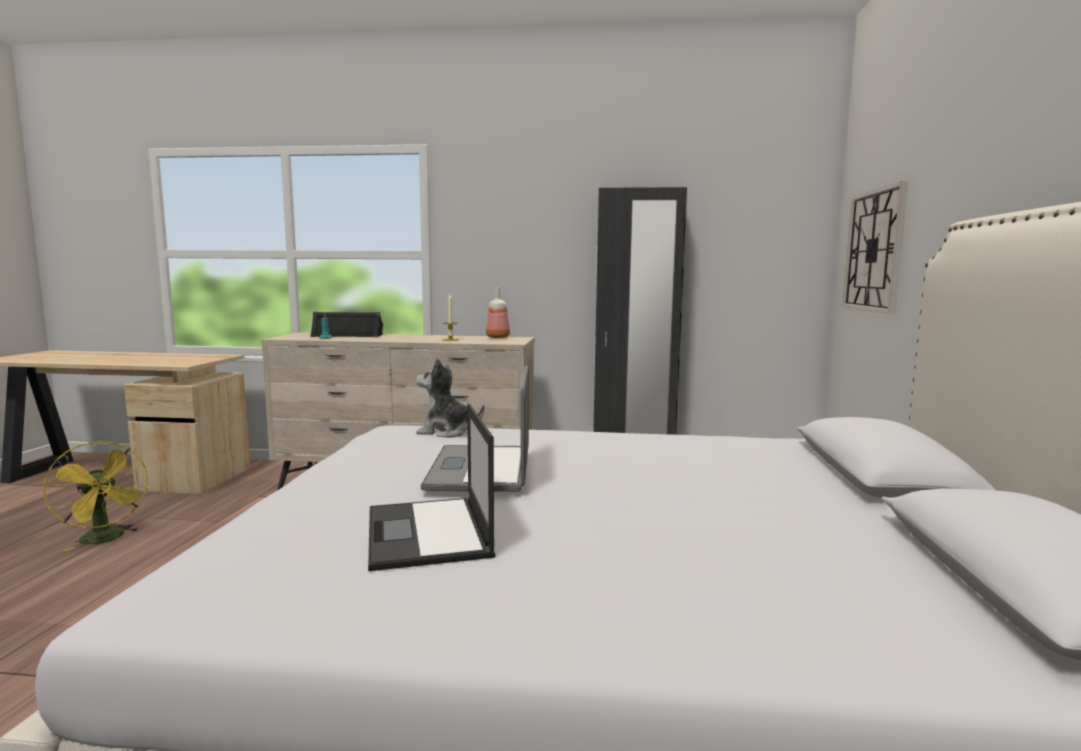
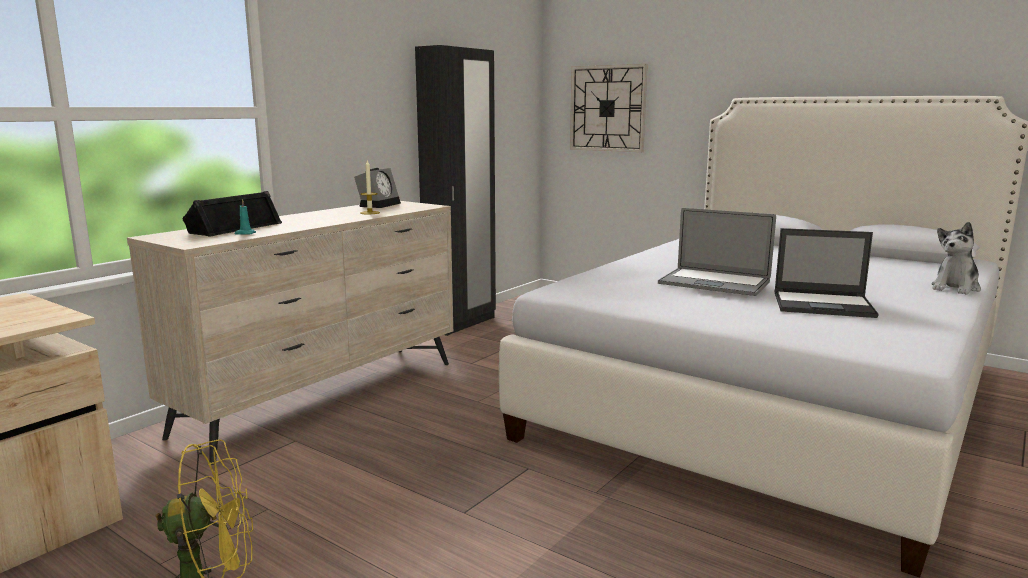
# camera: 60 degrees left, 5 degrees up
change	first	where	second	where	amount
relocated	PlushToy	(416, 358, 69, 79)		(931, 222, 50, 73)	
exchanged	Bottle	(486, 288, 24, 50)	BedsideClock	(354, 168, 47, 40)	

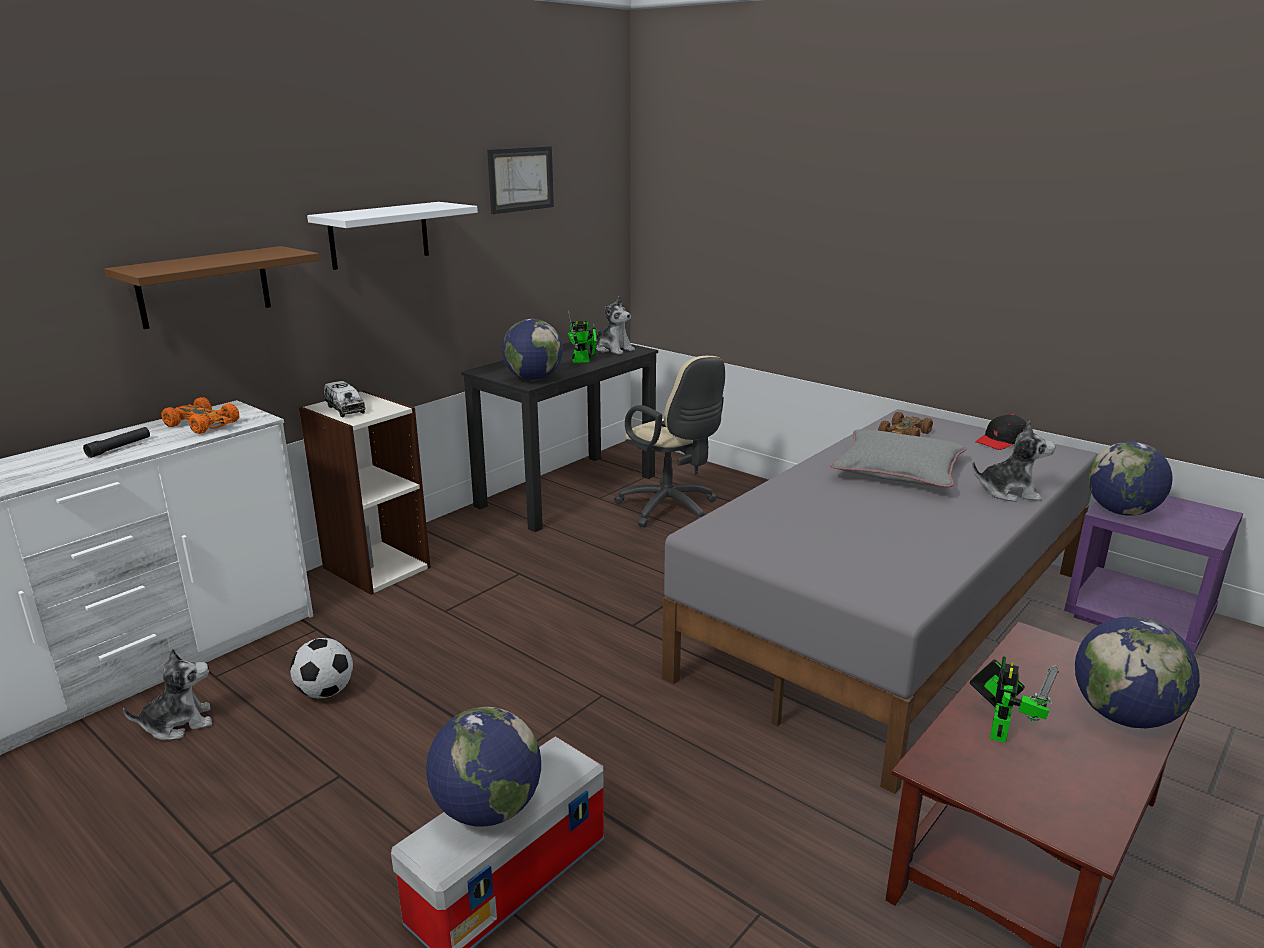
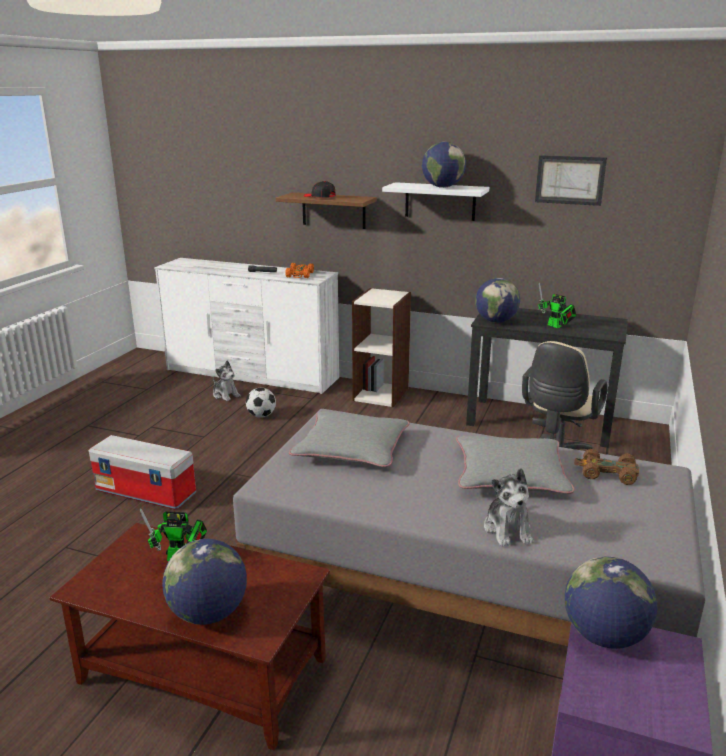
# camera: 70 degrees right, 0 degrees up
change	first	where	second	where	amount
missing	ToyTruck	(324, 381, 41, 36)			
relocated	DeskGlobe	(426, 707, 115, 120)		(422, 142, 44, 46)	
missing	PlushToy	(593, 296, 42, 58)			
relocated	BlackishCap	(976, 414, 51, 36)		(304, 181, 32, 17)	
appeared			GreyishCushion	(289, 411, 121, 56)	

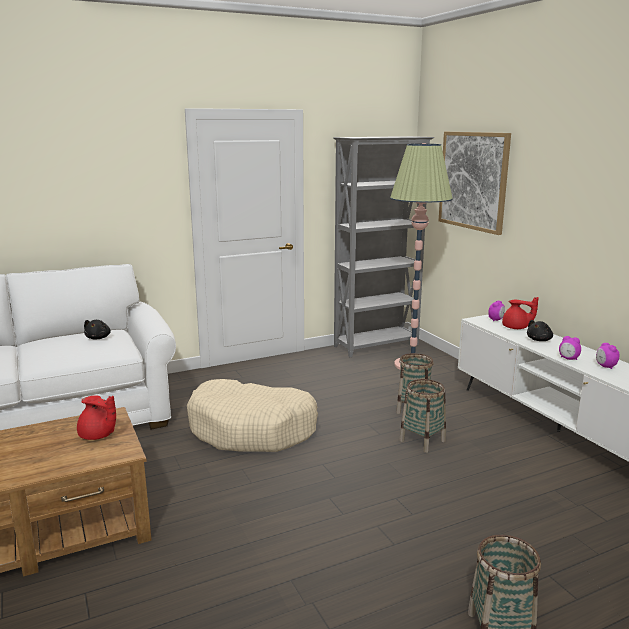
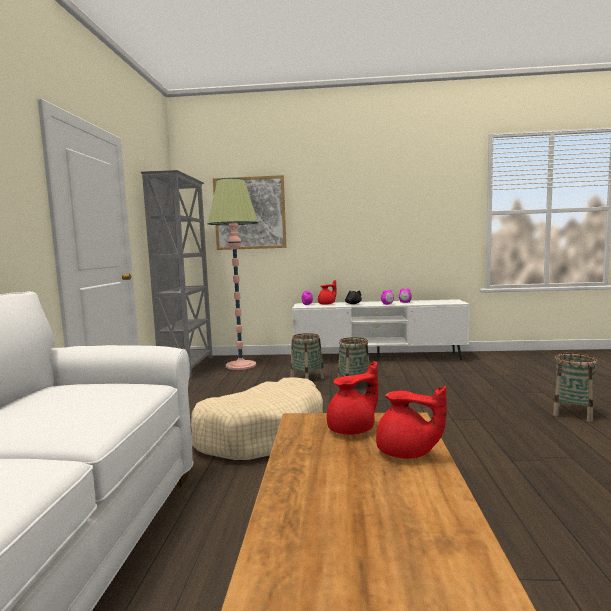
# camera: 60 degrees left, 10 degrees down
change	first	where	second	where	amount
missing	BlackishPlushToy	(84, 320, 27, 20)			
appeared			RedTeapot	(376, 386, 71, 73)	

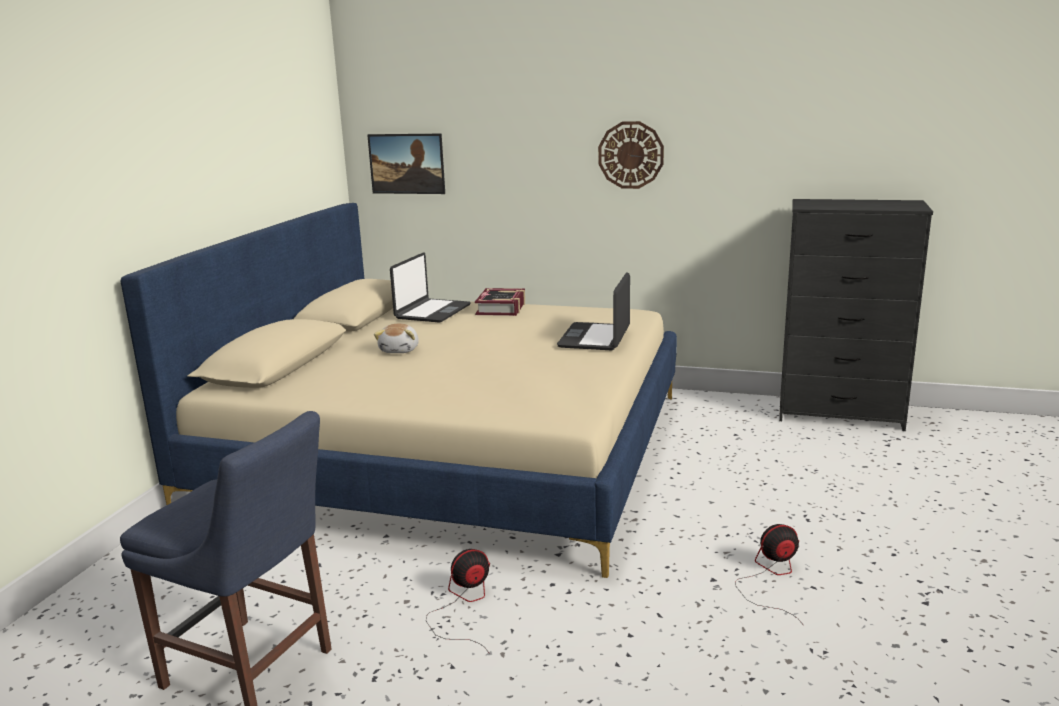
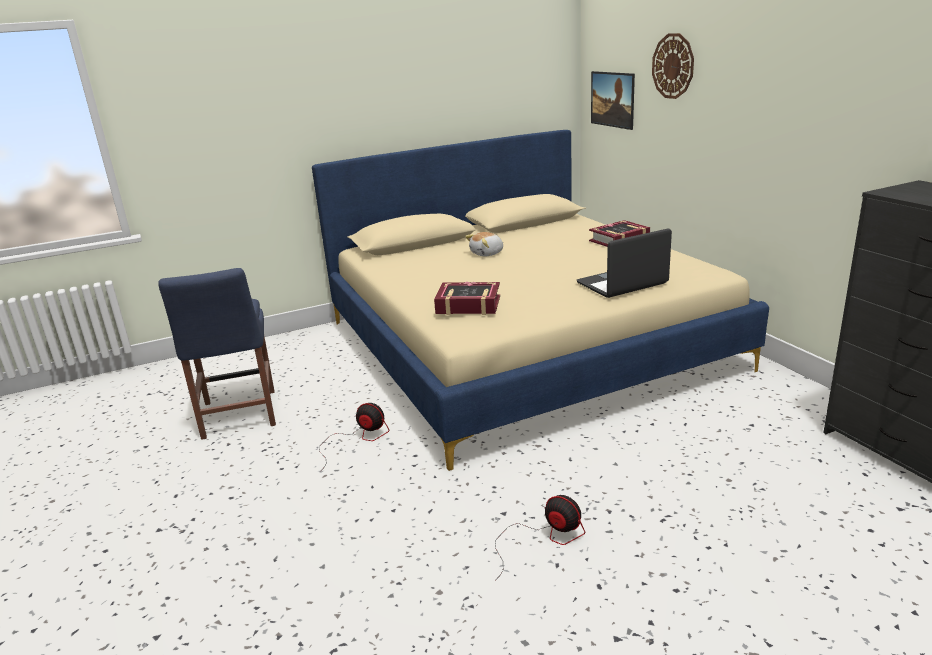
# camera: 50 degrees right, 5 degrees up
change	first	where	second	where	amount
missing	Laptop	(390, 252, 81, 71)			
relocated	HangingClock	(598, 121, 66, 68)		(652, 33, 42, 66)	
appeared			Book	(434, 282, 66, 33)	

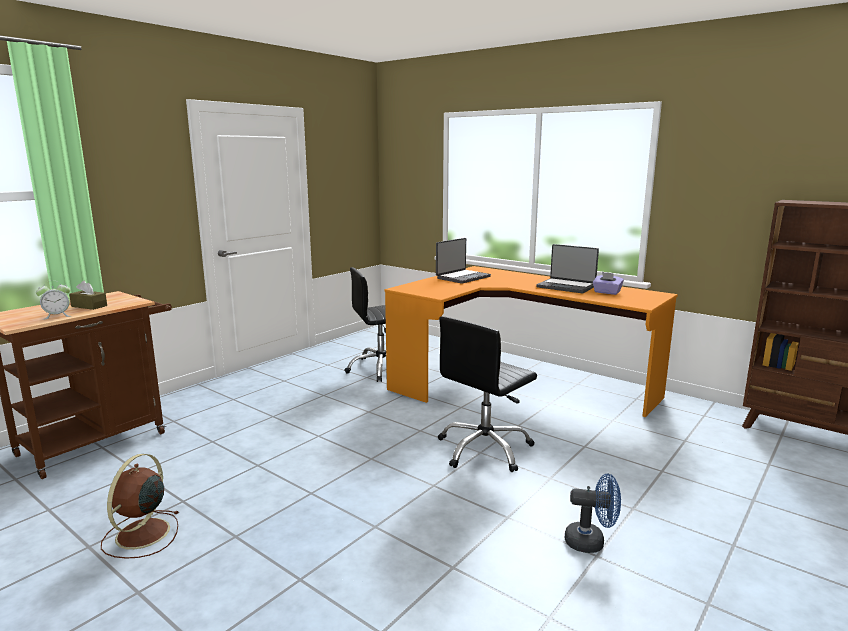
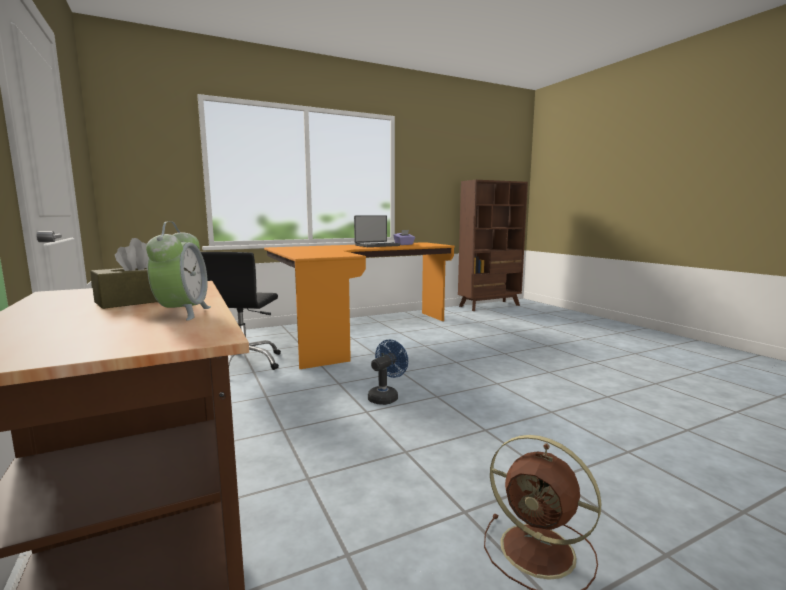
# camera: 65 degrees left, 5 degrees down
change	first	where	second	where	amount
missing	Laptop	(436, 238, 55, 46)			
missing	BlackishComputerChair	(438, 316, 99, 156)			
relocated	BlueColouredCoolingFan	(565, 474, 56, 79)		(368, 340, 40, 65)	

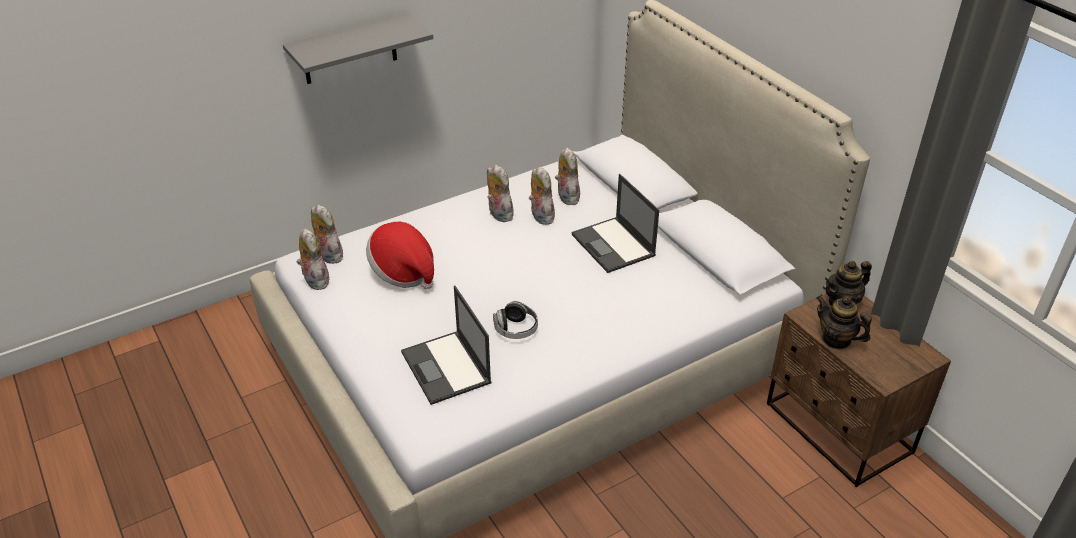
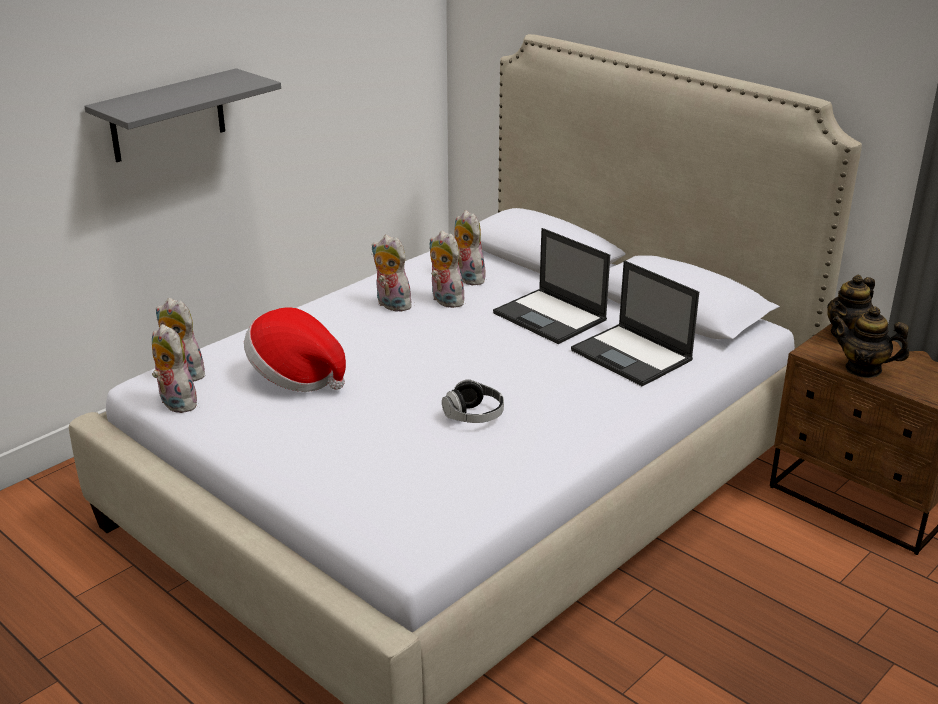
# camera: 15 degrees left, 10 degrees down
change	first	where	second	where	amount
relocated	Laptop	(401, 285, 91, 120)		(571, 260, 128, 126)	

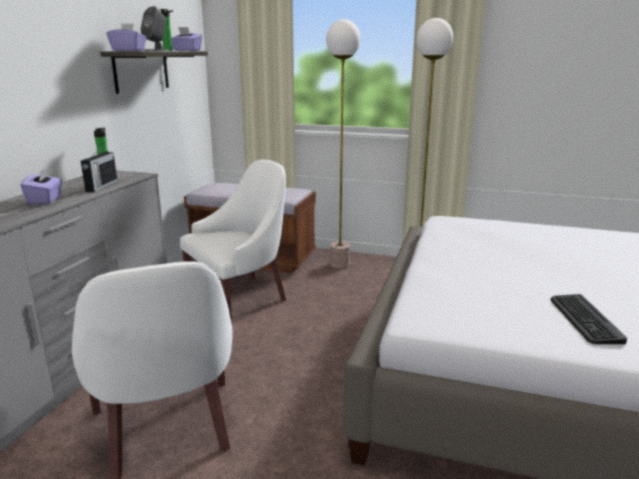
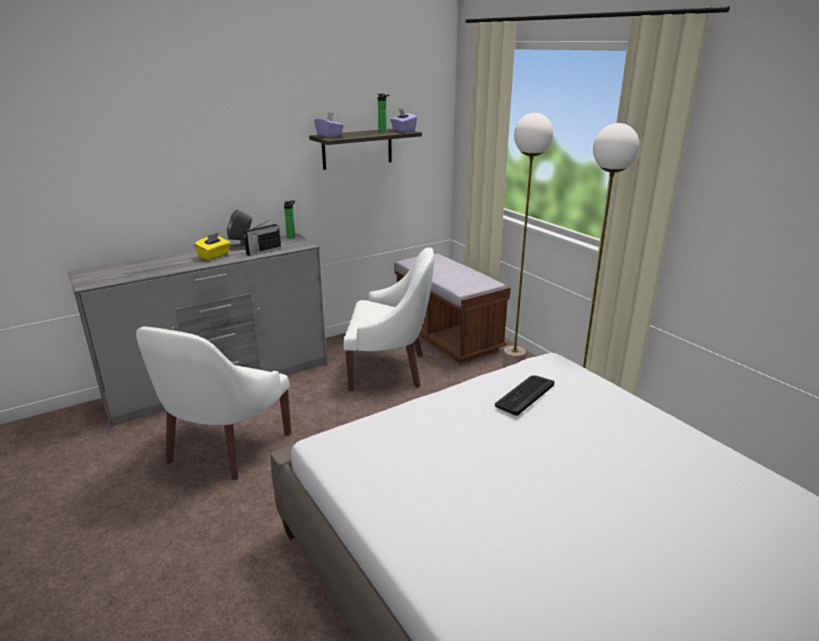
# camera: 40 degrees right, 5 degrees up
change	first	where	second	where	amount
colour	PurplishTissueHolder	(21, 167, 41, 38)	YellowishTissueHolder	(194, 233, 36, 27)	
relocated	GreyishLoudspeaker	(141, 6, 29, 45)		(227, 210, 25, 41)	
relocated	Keyboard	(550, 294, 77, 50)		(495, 375, 59, 41)	

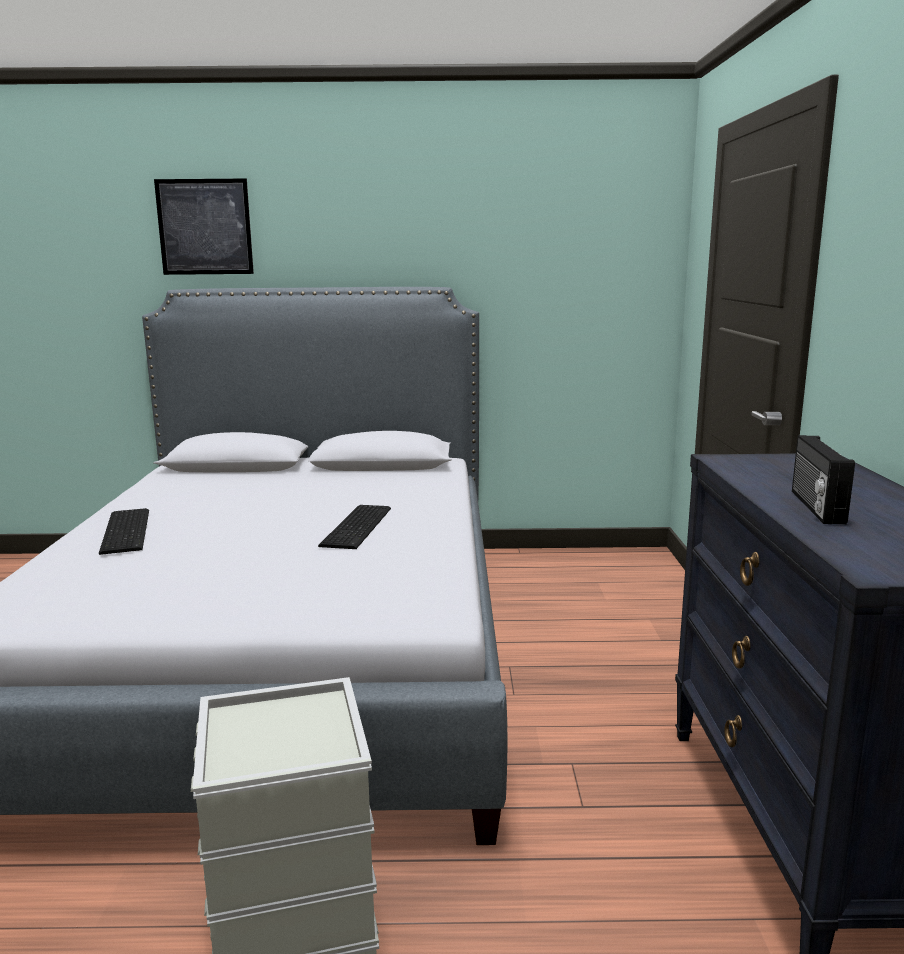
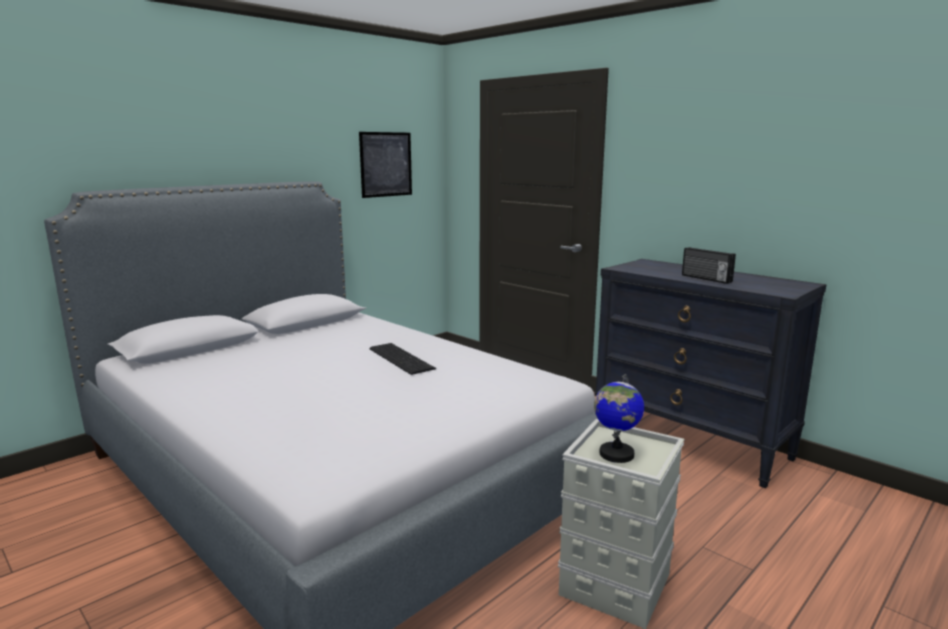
# camera: 45 degrees left, 0 degrees up
change	first	where	second	where	amount
missing	Keyboard	(99, 508, 50, 47)			
relocated	Picture	(154, 179, 100, 96)		(359, 132, 53, 66)	
appeared			DeskGlobe	(594, 374, 50, 89)	

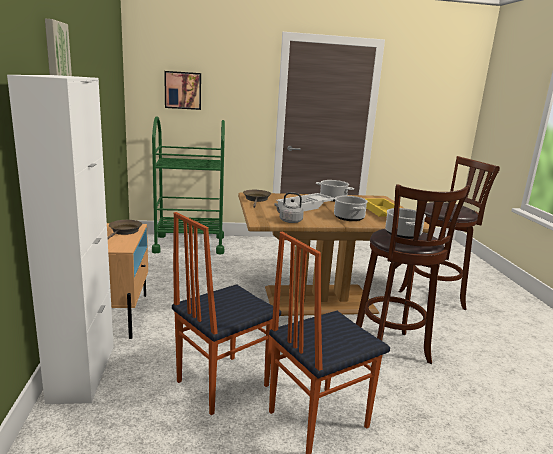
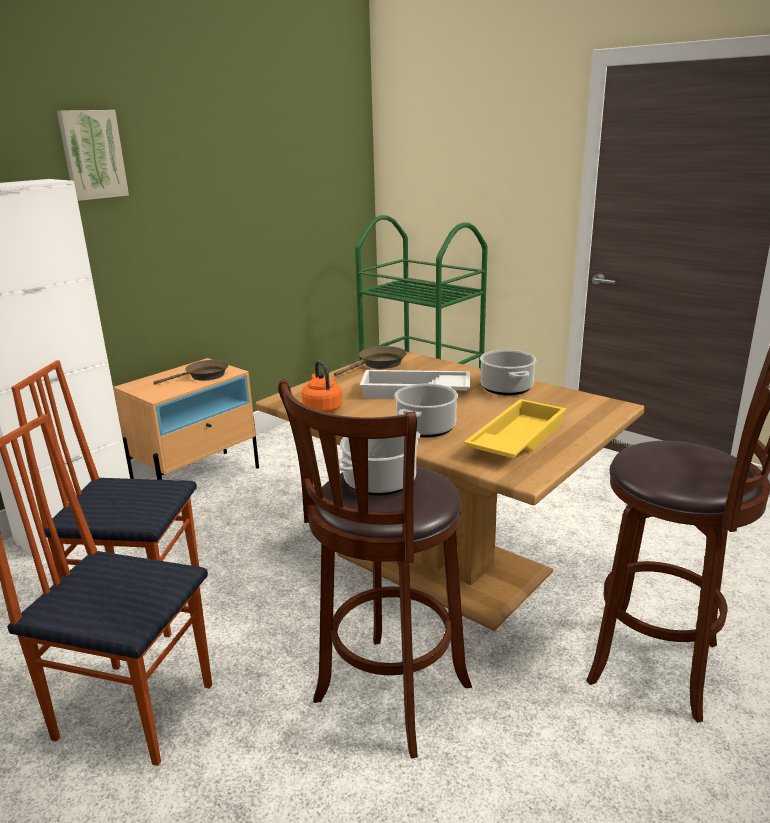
# camera: 50 degrees right, 5 degrees up
change	first	where	second	where	amount
missing	Picture	(164, 71, 37, 39)			
colour	GreyishKettle	(275, 192, 29, 31)	OrangeyKettle	(301, 361, 41, 52)	

